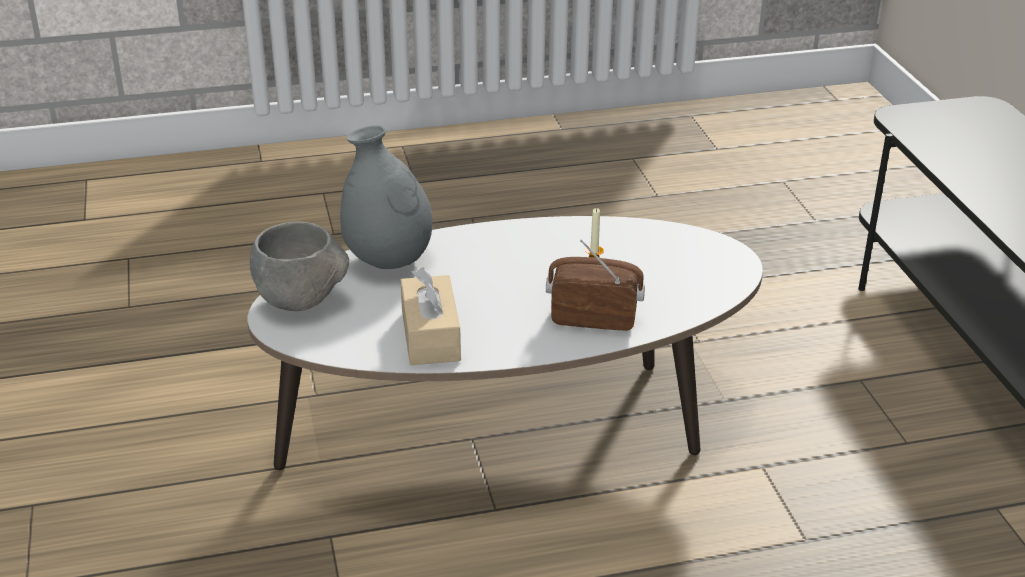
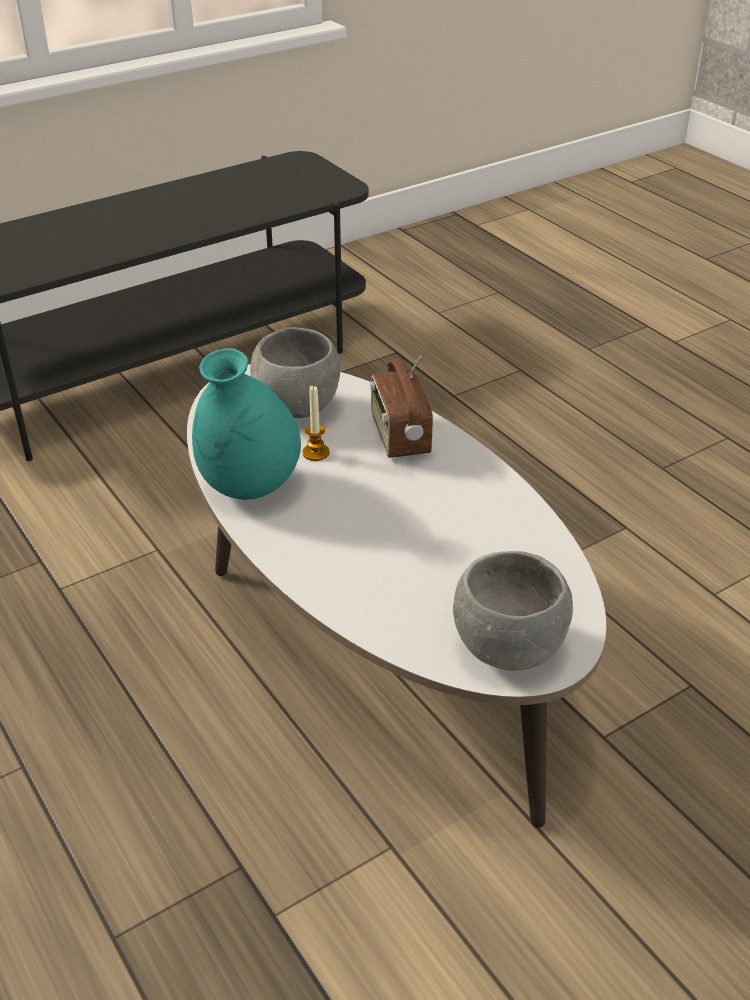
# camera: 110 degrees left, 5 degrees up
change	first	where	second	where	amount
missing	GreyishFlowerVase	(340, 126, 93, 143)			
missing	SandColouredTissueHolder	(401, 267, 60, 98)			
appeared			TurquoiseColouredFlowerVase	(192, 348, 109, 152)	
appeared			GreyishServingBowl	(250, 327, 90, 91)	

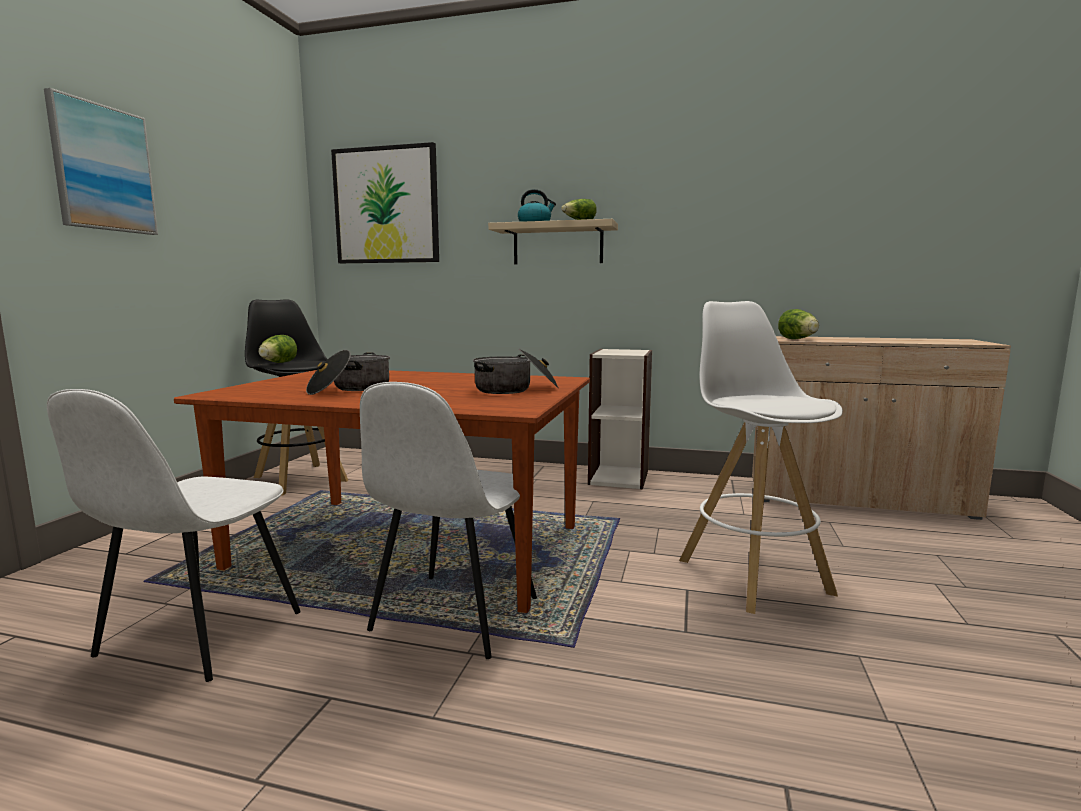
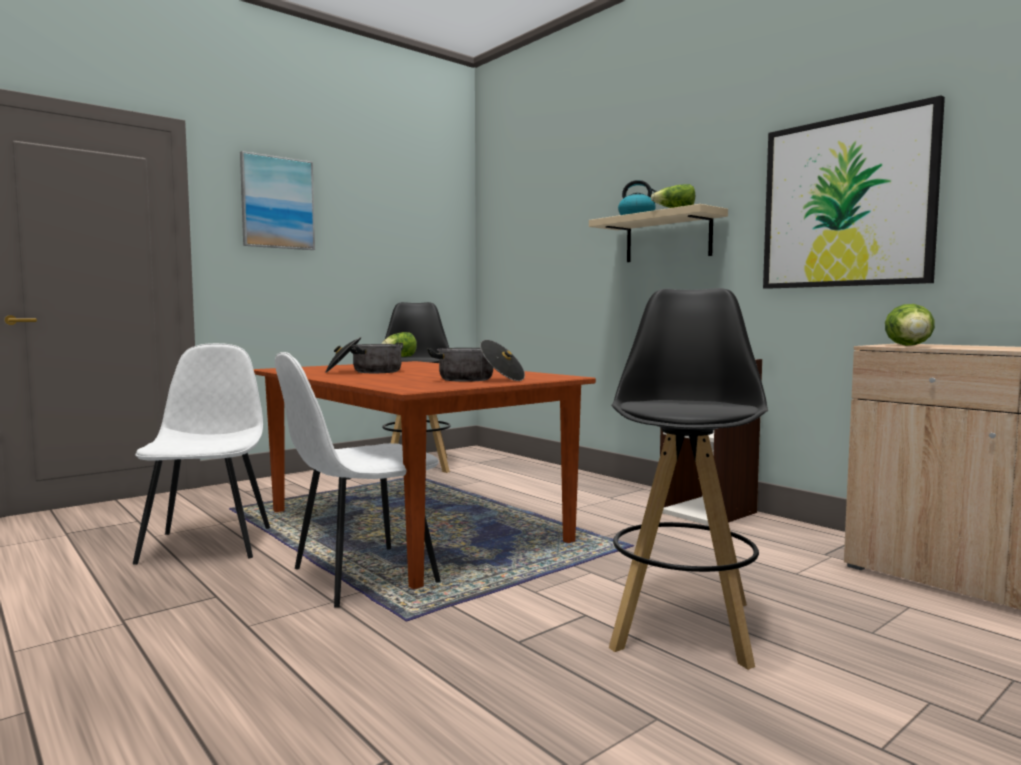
# camera: 35 degrees right, 5 degrees down
change	first	where	second	where	amount
spun	WhitishPlainChair	(47, 389, 254, 293)		(133, 343, 137, 222)	120 degrees clockwise
relocated	Picture	(331, 142, 108, 121)		(763, 95, 182, 194)	
colour	WhitishStoolSeat	(679, 301, 164, 313)	BlackishStoolSeat	(609, 288, 159, 382)	

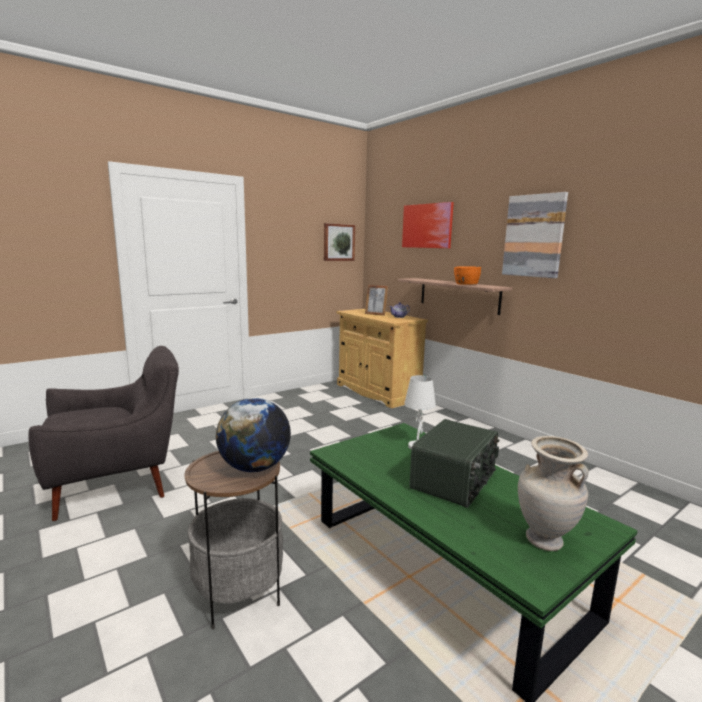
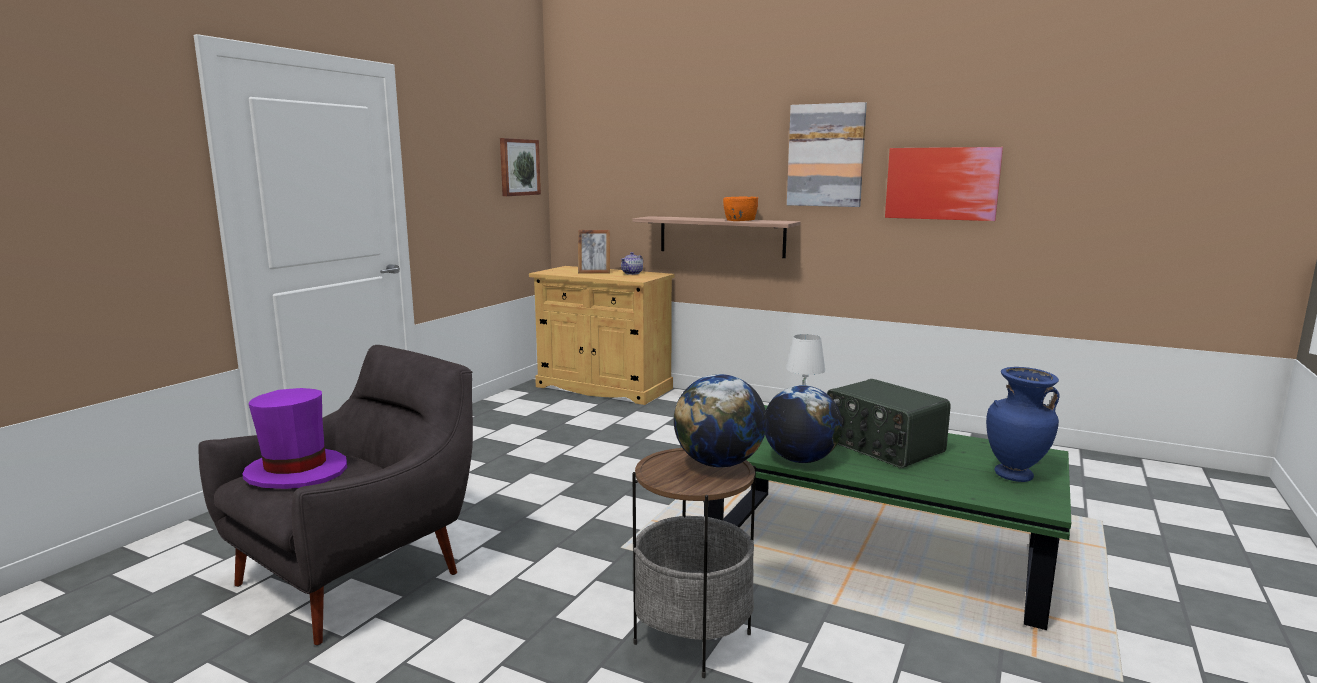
# camera: 25 degrees left, 0 degrees up
change	first	where	second	where	amount
relocated	Picture	(402, 202, 52, 46)		(885, 147, 118, 74)	
spun	RadioReceiver	(409, 419, 90, 89)		(827, 379, 124, 89)	135 degrees clockwise
colour	SandColouredFlowerVase	(518, 436, 71, 115)	BlueColouredFlowerVase	(986, 367, 74, 115)	
appeared			PurplishWearableHat	(242, 388, 105, 101)	
appeared			DeskGlobe	(765, 385, 77, 78)	

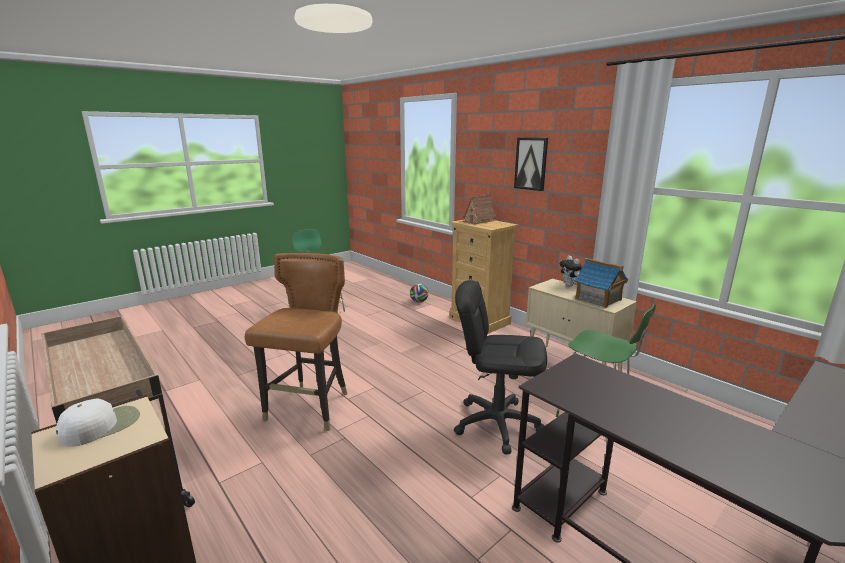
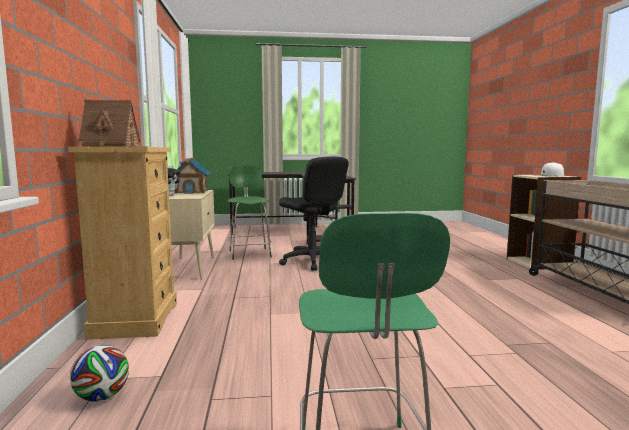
# camera: 145 degrees left, 10 degrees down
change	first	where	second	where	amount
missing	BrownishPlainChair	(245, 253, 102, 178)			
missing	Picture	(514, 138, 34, 53)			

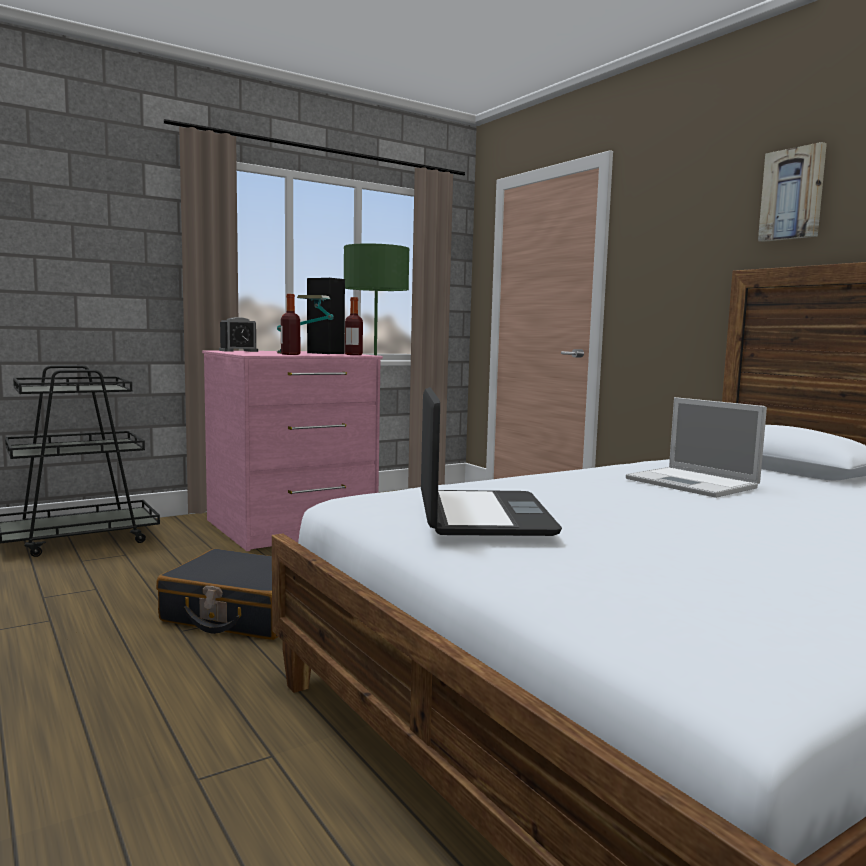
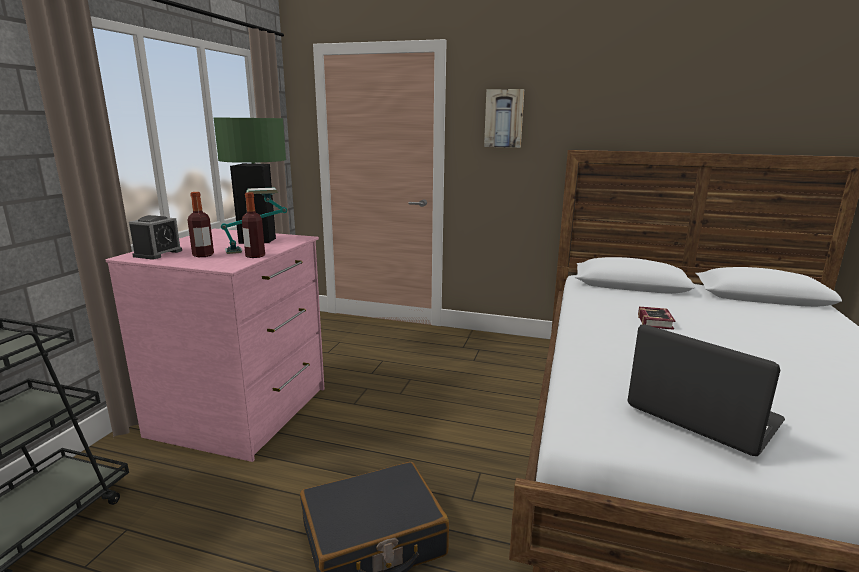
# camera: 40 degrees left, 10 degrees up
change	first	where	second	where	amount
relocated	Bottle	(345, 297, 18, 58)		(187, 192, 27, 65)	
exchanged	Laptop	(626, 397, 141, 101)	Book	(638, 307, 37, 23)	
relocated	Picture	(758, 142, 69, 100)		(484, 89, 40, 59)	

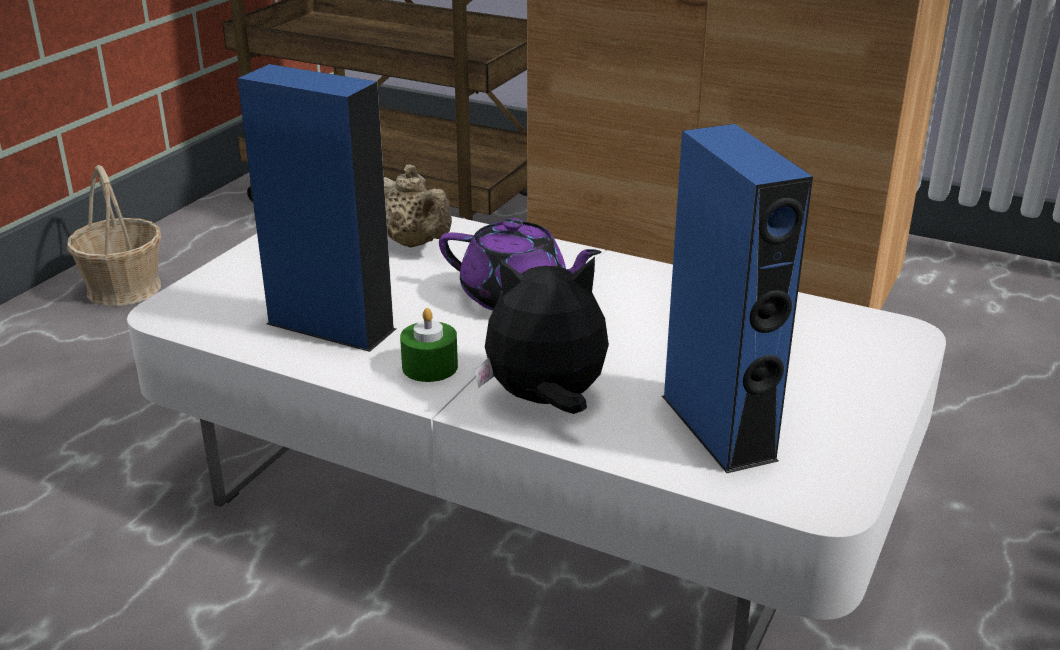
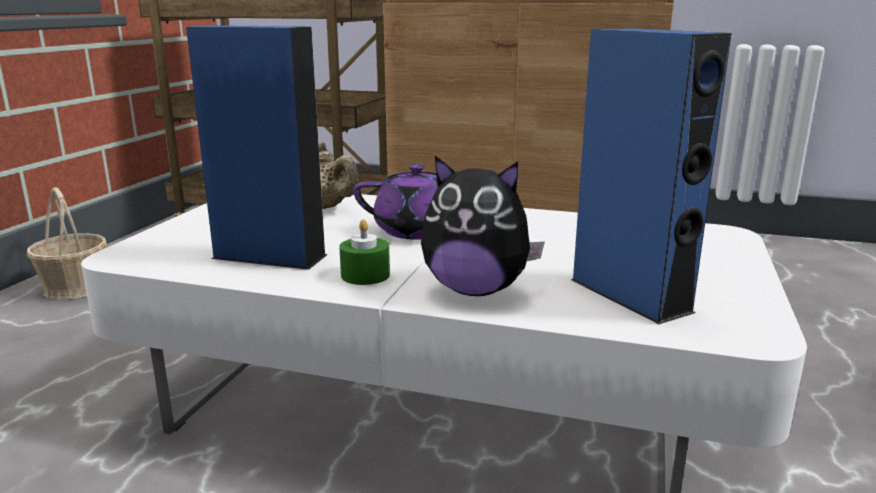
# camera: 10 degrees left, 10 degrees down
change	first	where	second	where	amount
spun	PlushToy	(474, 257, 135, 157)		(421, 156, 124, 140)	150 degrees counterclockwise

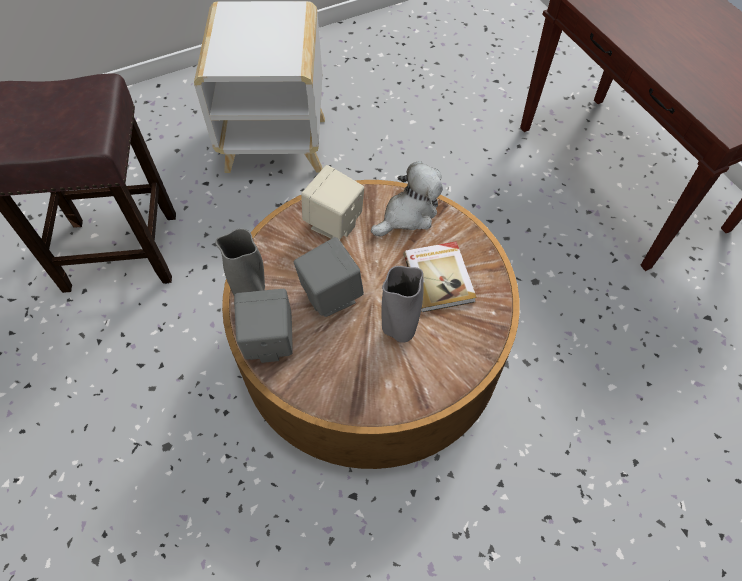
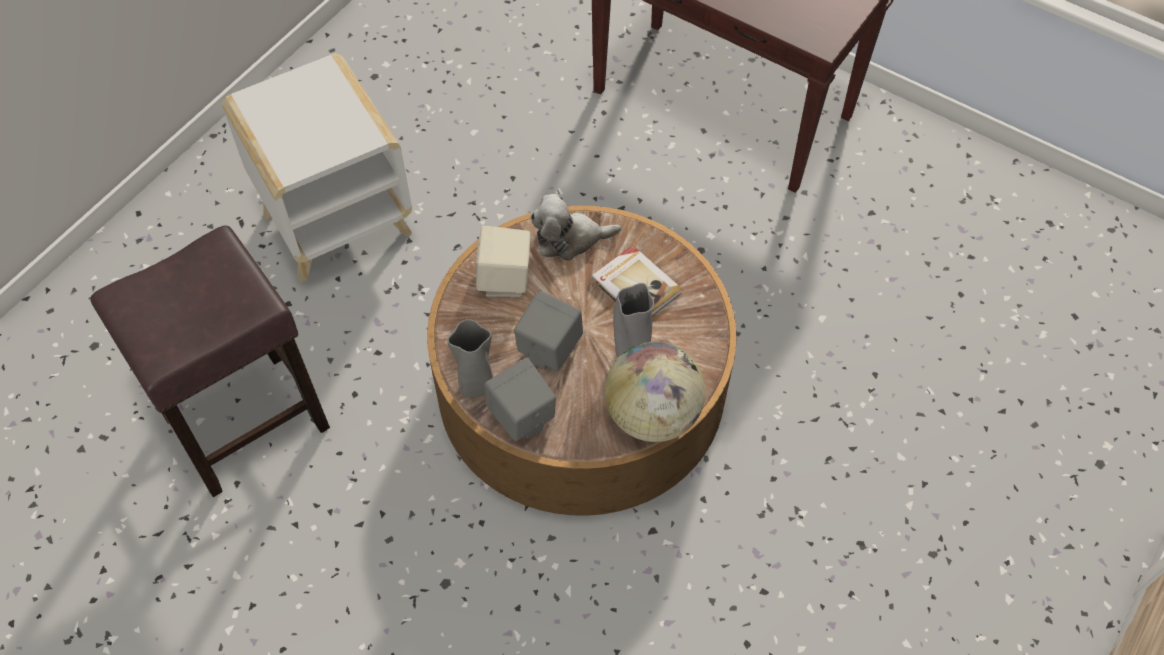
# camera: 30 degrees left, 0 degrees up
change	first	where	second	where	amount
spun	PlushToy	(371, 161, 72, 75)		(531, 194, 91, 67)	120 degrees counterclockwise
appeared			DeskGlobe	(605, 342, 100, 100)	

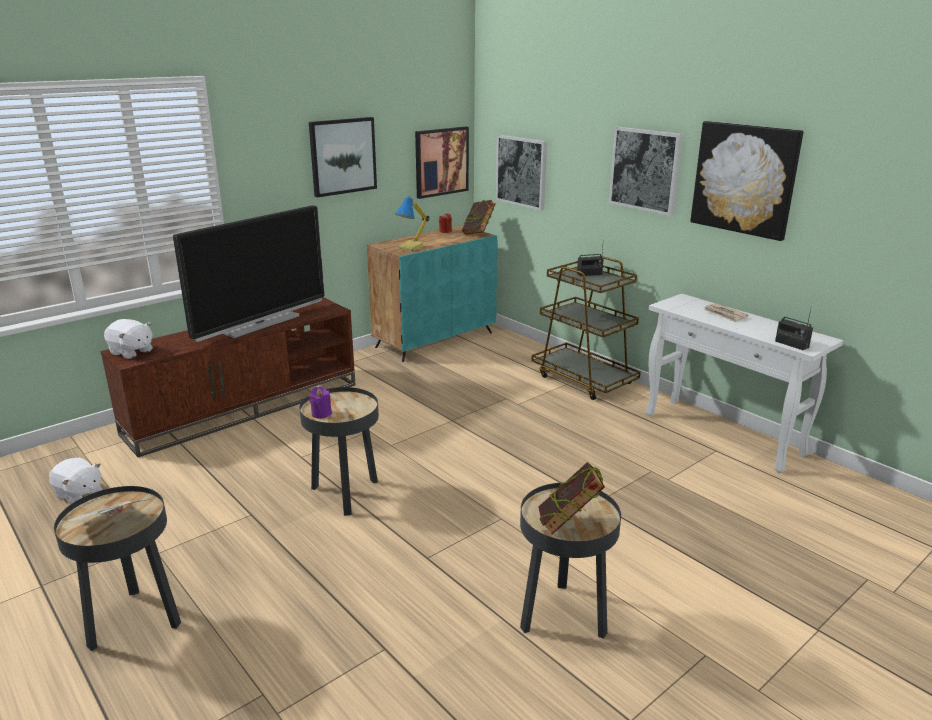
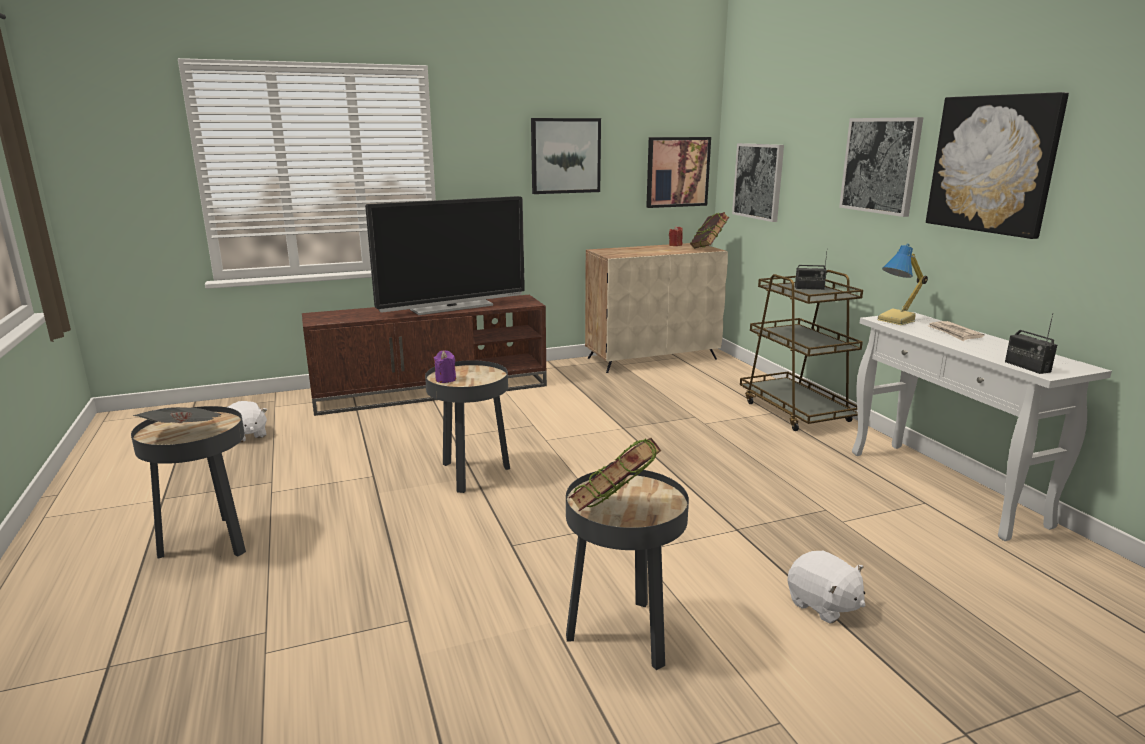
# camera: 20 degrees right, 5 degrees down
change	first	where	second	where	amount
relocated	WhitishPlushToy	(104, 319, 49, 40)		(787, 551, 78, 73)	
colour	TurquoiseColouredCupboard	(367, 226, 131, 136)	SandColouredCupboard	(585, 243, 143, 130)	
relocated	LampForATable	(395, 196, 34, 56)		(877, 243, 51, 82)	

